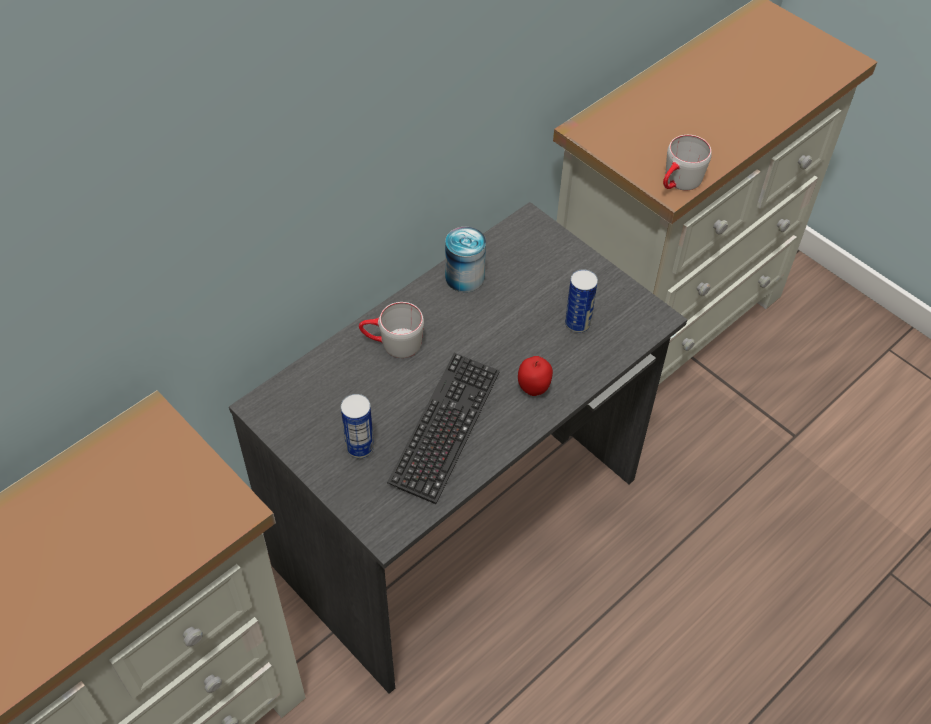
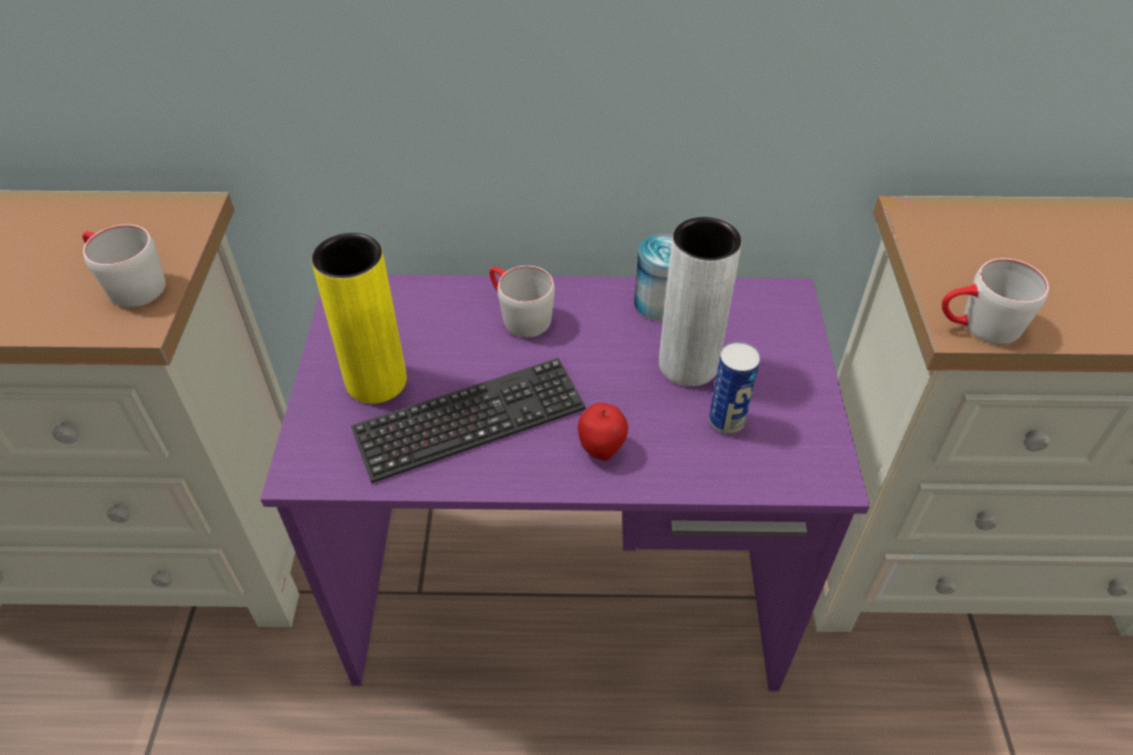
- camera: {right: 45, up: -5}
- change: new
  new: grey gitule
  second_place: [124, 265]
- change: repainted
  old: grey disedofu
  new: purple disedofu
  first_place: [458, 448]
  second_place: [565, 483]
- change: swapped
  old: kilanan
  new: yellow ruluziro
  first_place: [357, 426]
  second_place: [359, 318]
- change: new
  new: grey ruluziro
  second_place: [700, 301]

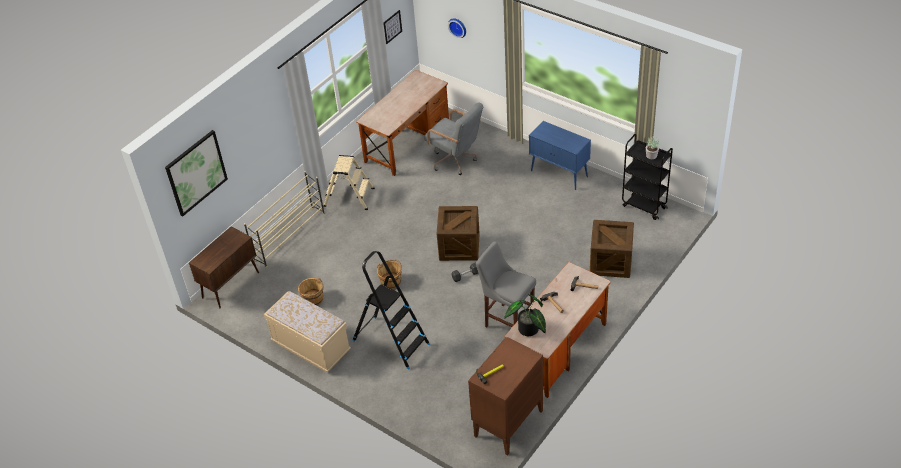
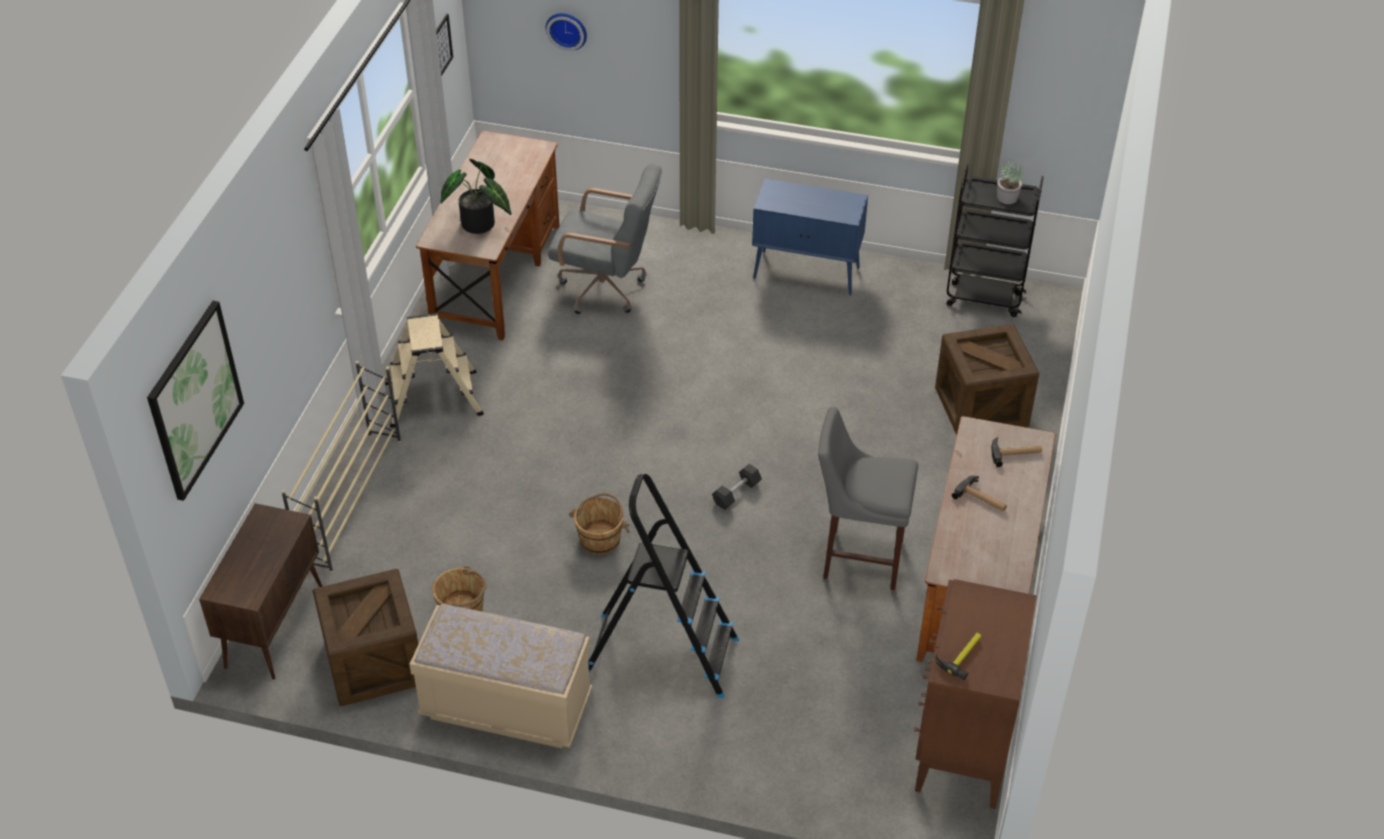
- camera: {right: -25, up: 0}
- change: shifted
  old: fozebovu
  first_place: [458, 233]
  second_place: [365, 637]
- change: shifted
  old: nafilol
  first_place: [525, 315]
  second_place: [476, 196]

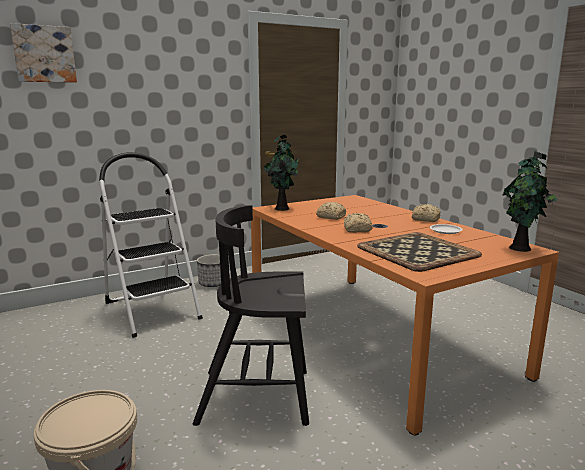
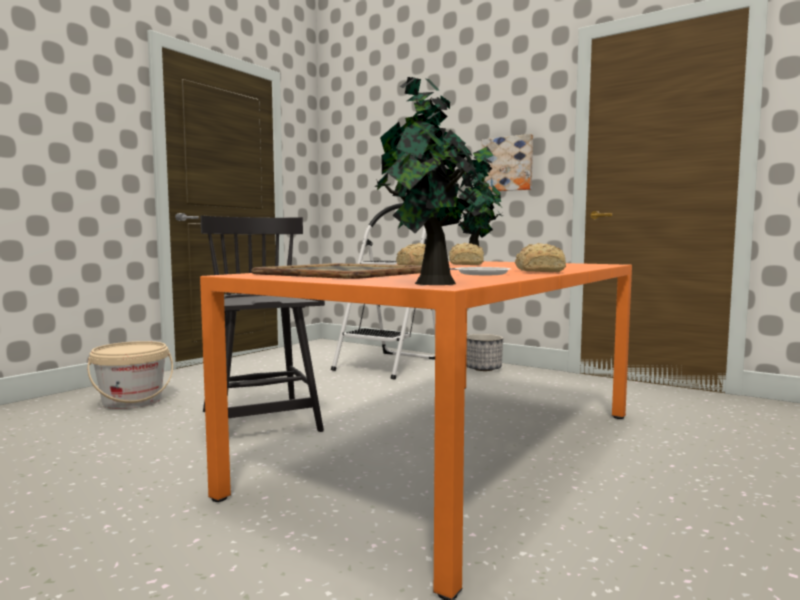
- camera: {right: 65, up: -10}
- change: shifted
  old: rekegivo
  first_place: [43, 53]
  second_place: [507, 163]

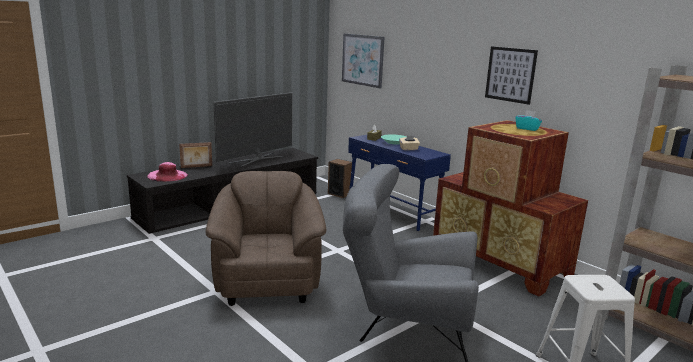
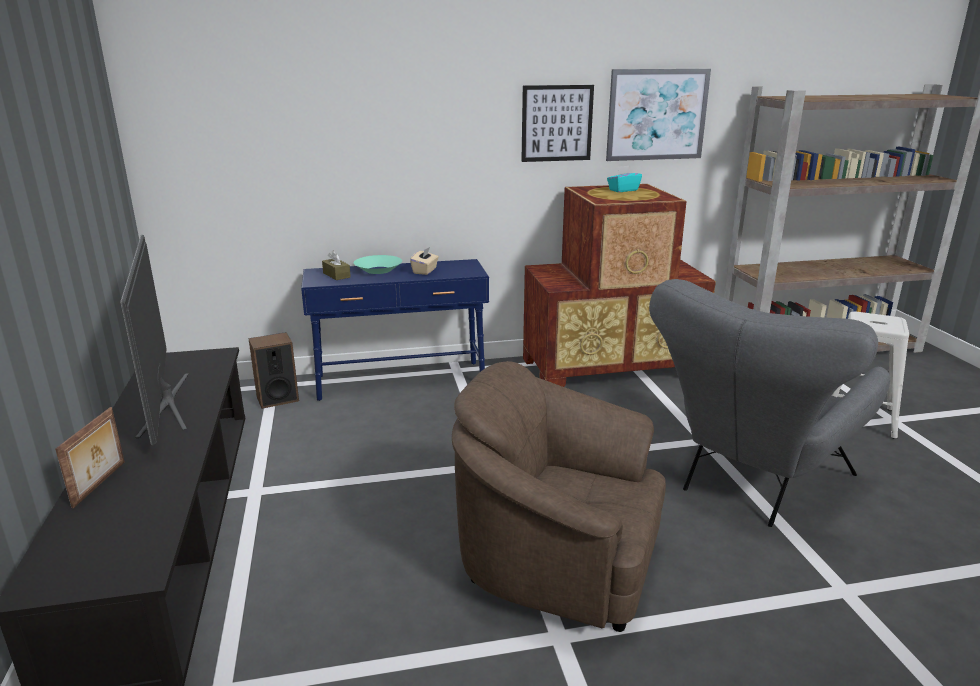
- camera: {right: -60, up: 5}
- change: shifted
  old: rekegivo
  first_place: [363, 60]
  second_place: [658, 115]
- change: gone
  old: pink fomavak
  first_place: [167, 172]

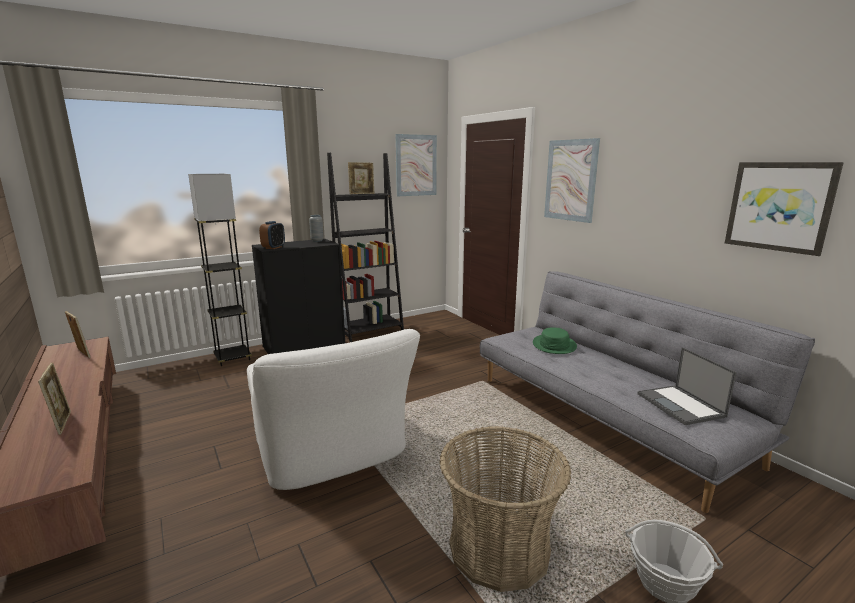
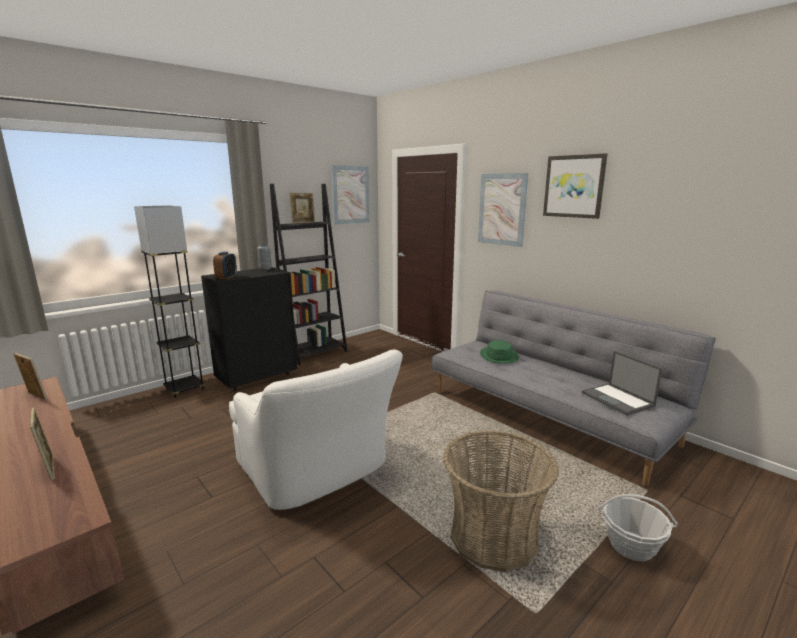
- camera: {right: -10, up: 0}
- change: shifted
  old: rekegivo
  first_place: [784, 209]
  second_place: [575, 186]

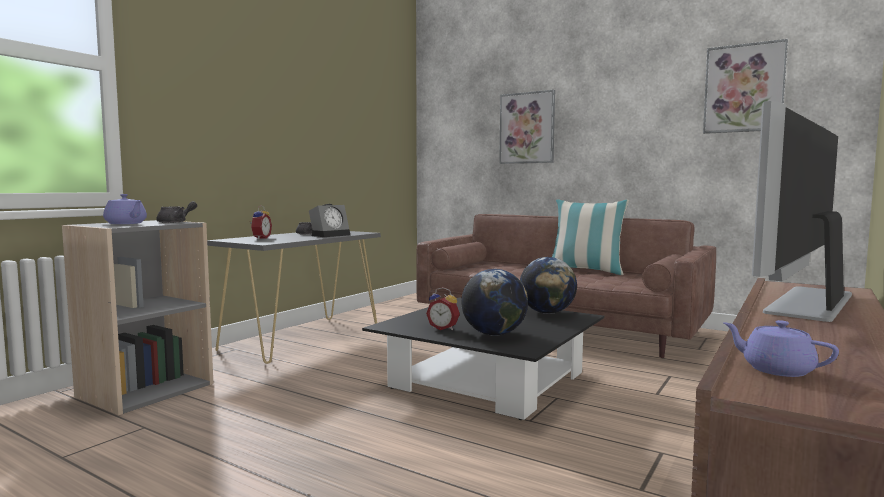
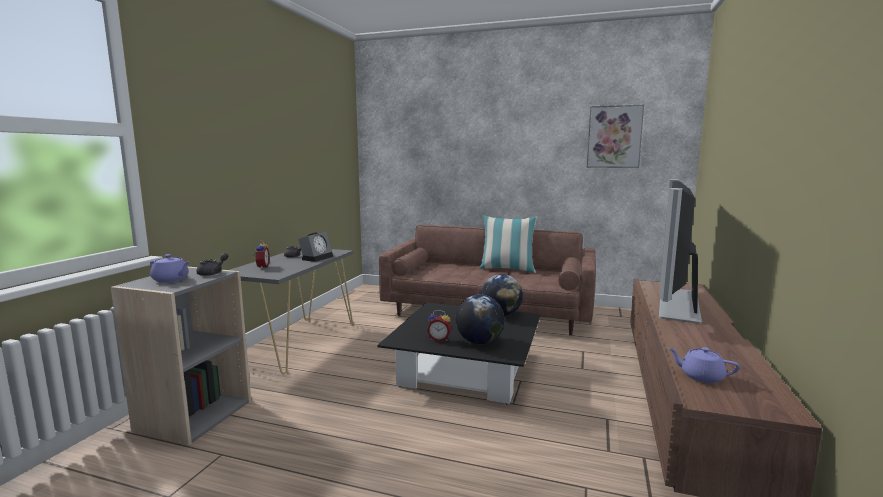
- camera: {right: -15, up: 5}
- change: gone
  old: rekegivo
  first_place: [527, 127]

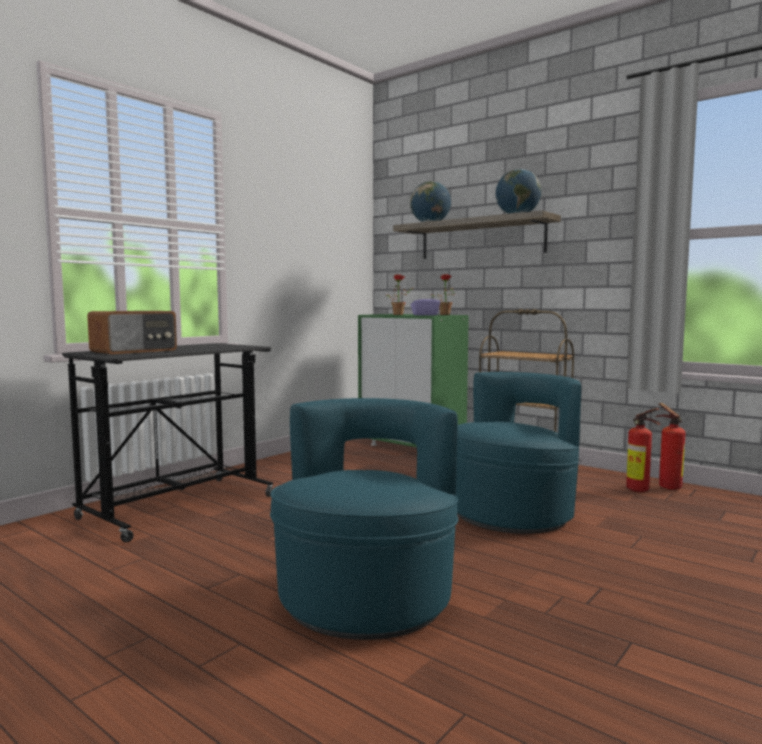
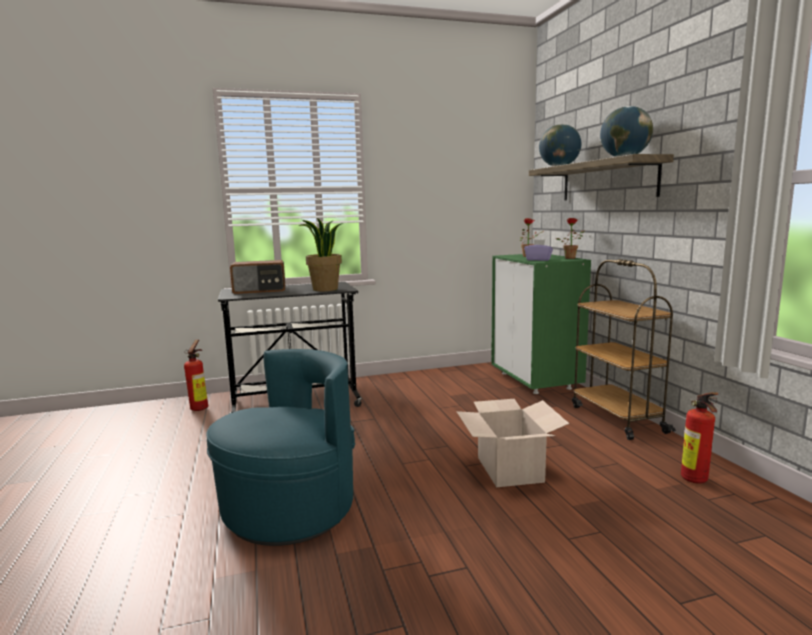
- camera: {right: 35, up: 5}
- change: shifted
  old: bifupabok
  first_place: [670, 446]
  second_place: [196, 375]
- change: new
  new: nafilol
  second_place: [321, 254]
- change: swapped
  old: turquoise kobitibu
  new: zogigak
  first_place: [518, 453]
  second_place: [512, 443]

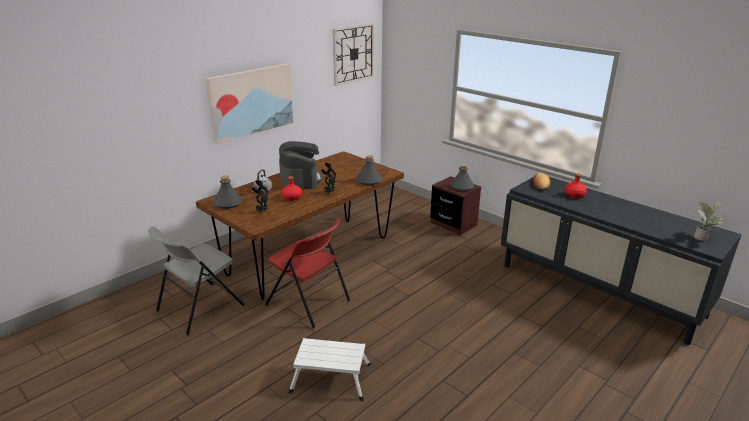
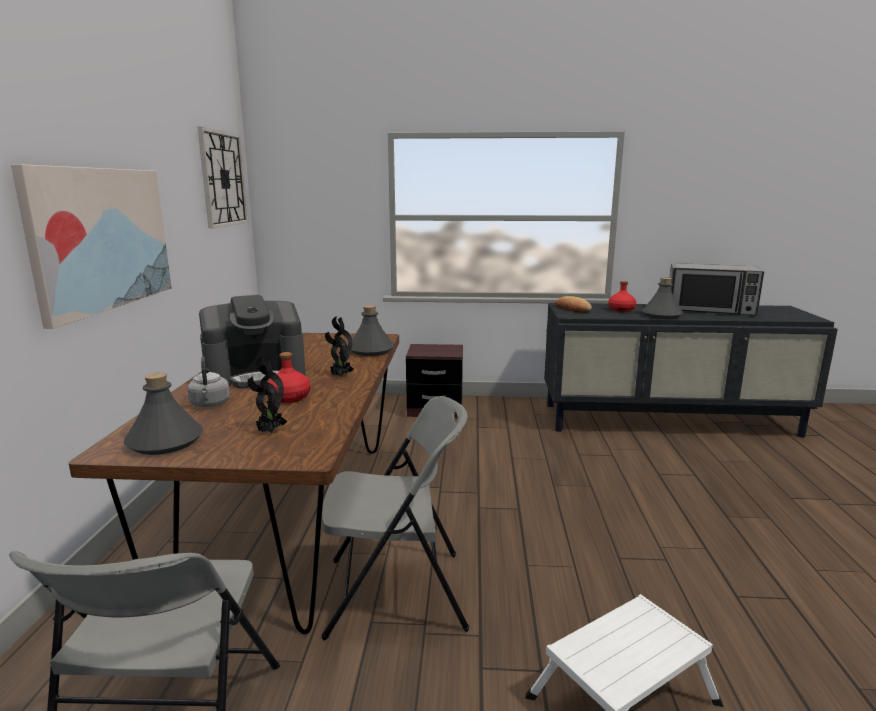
- camera: {right: -40, up: -10}
- change: rotated
  old: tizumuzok
  first_place: [300, 165]
  second_place: [252, 341]
  degrees: 120
- change: repainted
  old: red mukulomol
  new: grey mukulomol
  first_place: [307, 273]
  second_place: [395, 518]
- change: shifted
  old: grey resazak
  first_place: [462, 177]
  second_place: [662, 298]
- change: new
  new: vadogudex
  second_place: [717, 289]
- change: gone
  old: nafilol
  first_place: [708, 221]

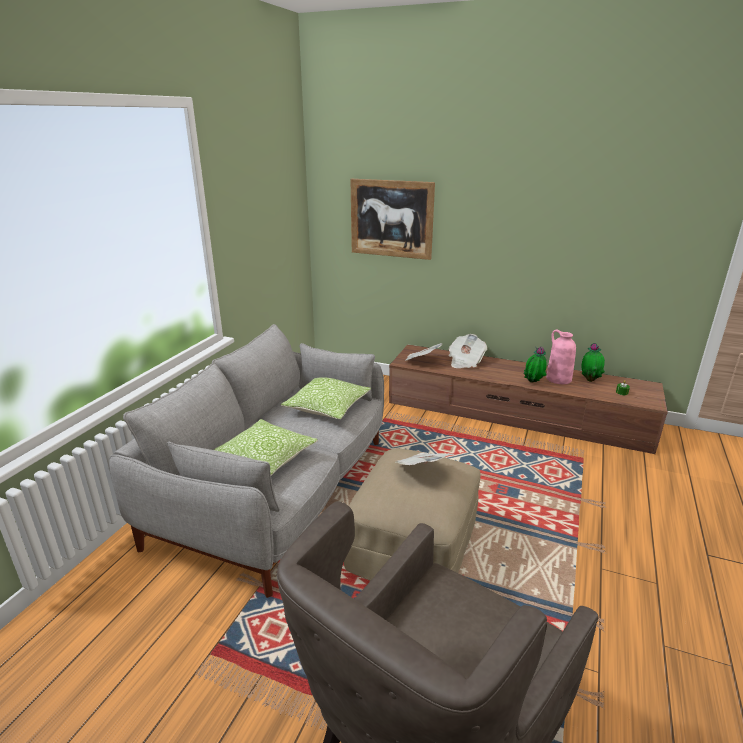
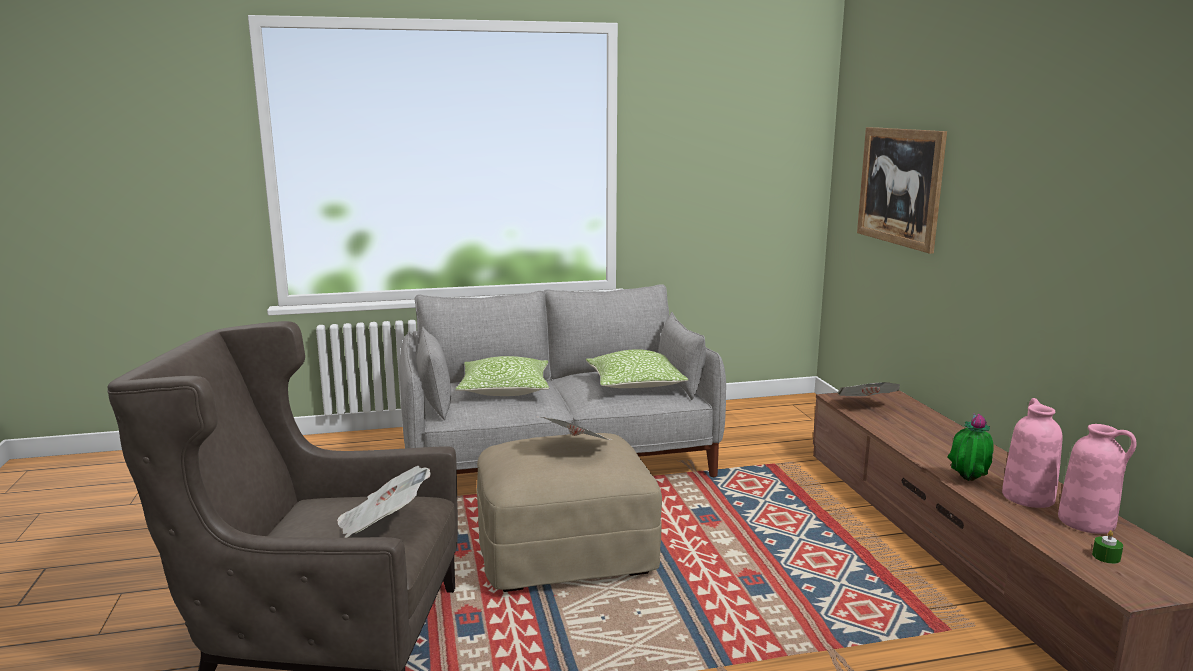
- camera: {right: 55, up: -10}
- change: shifted
  old: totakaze
  first_place: [467, 351]
  second_place: [384, 502]
- change: swapped
  old: nafilol
  new: pink ruluziro
  first_place: [593, 362]
  second_place: [1097, 479]

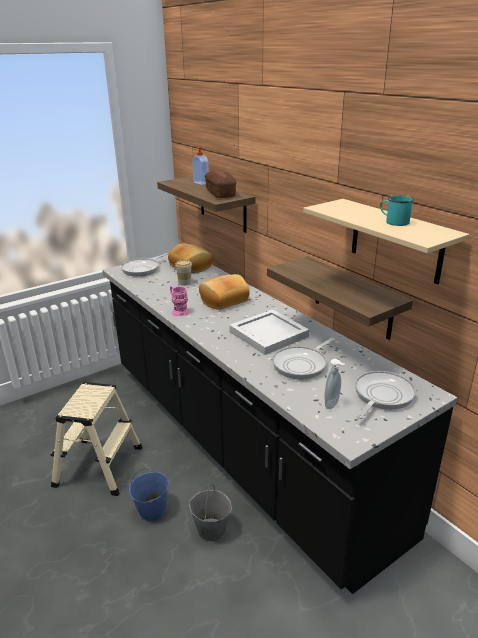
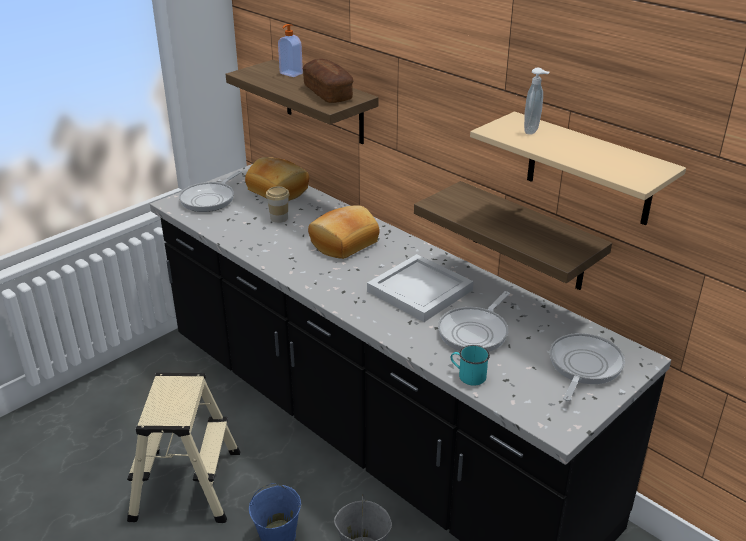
- camera: {right: -10, up: 5}
- change: shifted
  old: turquoise gitule
  first_place: [397, 210]
  second_place: [470, 365]
- change: shifted
  old: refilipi
  first_place: [335, 384]
  second_place: [537, 101]
- change: gone
  old: pink gitule
  first_place: [179, 301]

